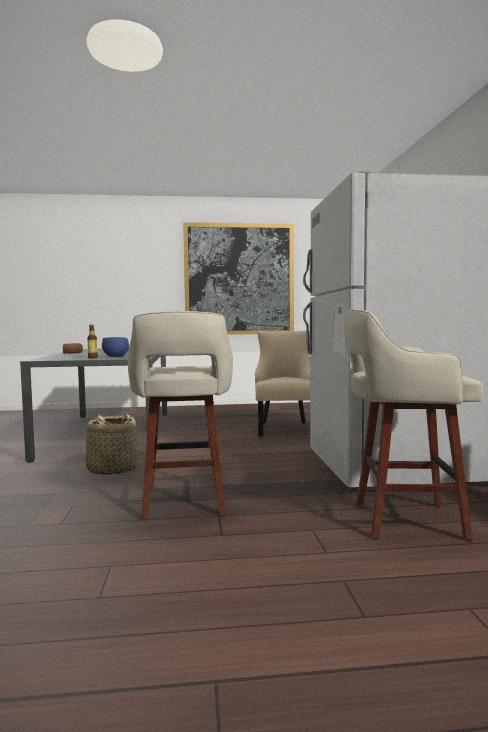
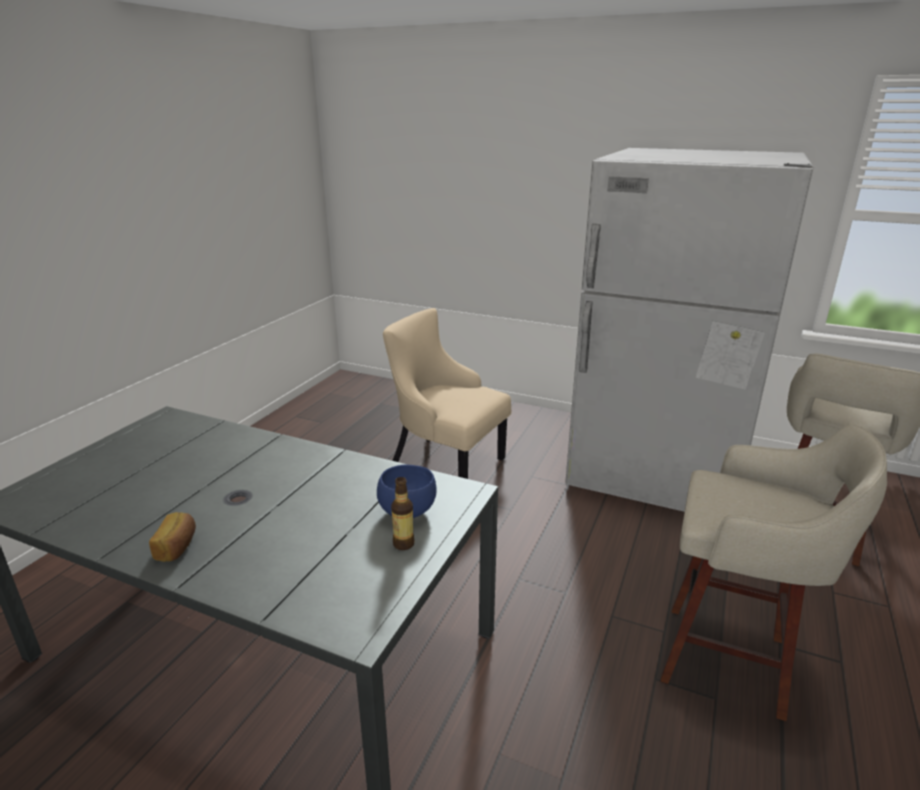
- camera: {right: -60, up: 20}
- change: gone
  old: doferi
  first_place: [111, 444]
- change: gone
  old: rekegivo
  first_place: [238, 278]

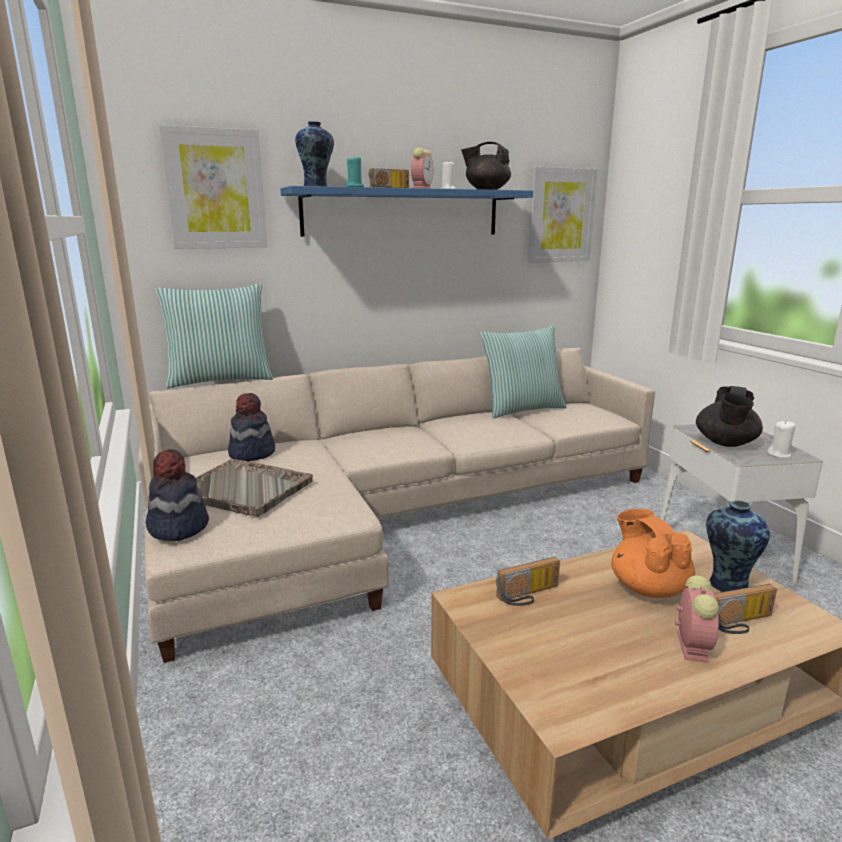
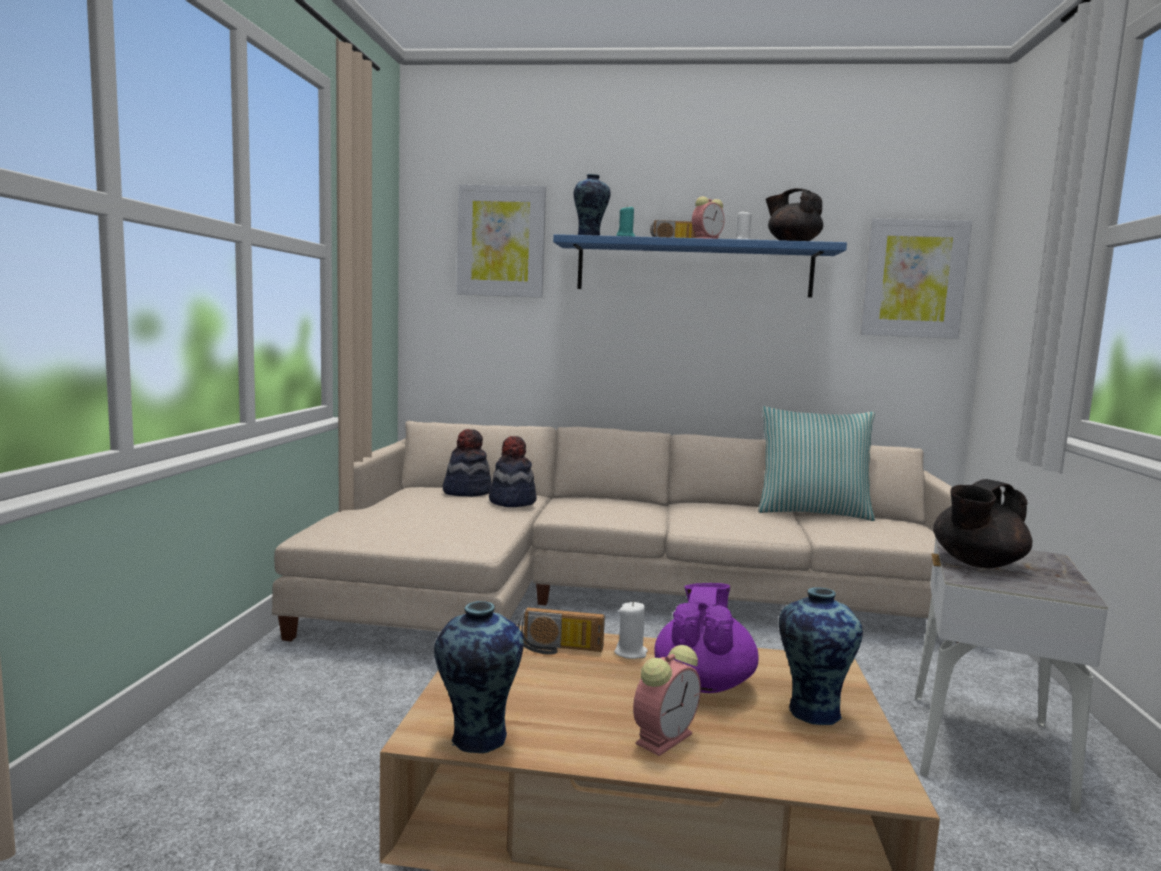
- camera: {right: 30, up: -10}
- change: new
  new: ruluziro
  second_place: [479, 677]
- change: shifted
  old: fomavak
  first_place: [177, 495]
  second_place: [513, 471]
- change: shifted
  old: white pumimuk
  first_place: [781, 439]
  second_place: [631, 630]
- change: repainted
  old: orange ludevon
  new: purple ludevon
  first_place: [653, 553]
  second_place: [706, 638]
- change: gone
  old: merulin
  first_place: [214, 335]
- change: gone
  old: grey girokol
  first_place: [254, 488]
- change: gone
  old: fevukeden
  first_place: [745, 609]

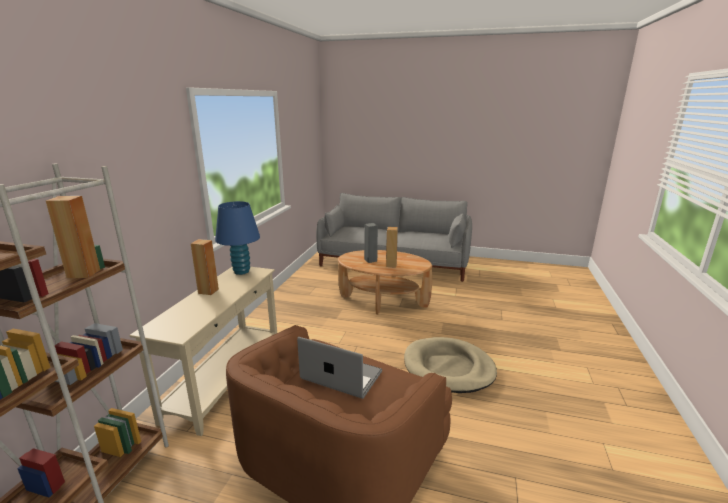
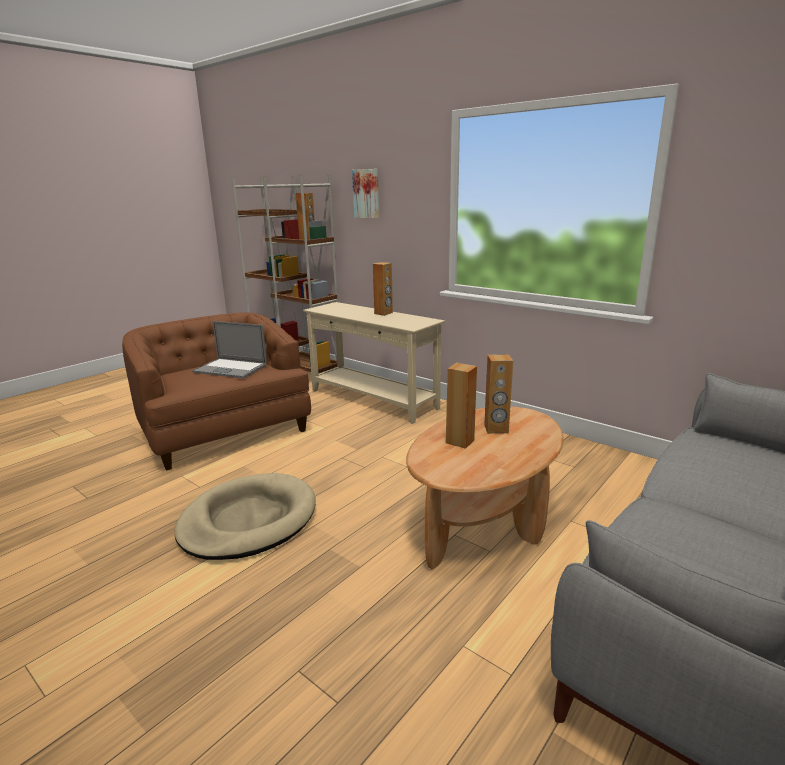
- camera: {right: 115, up: 0}
- change: rotated
  old: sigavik
  first_place: [339, 367]
  second_place: [229, 349]
  degrees: 60
- change: new
  new: rekegivo
  second_place: [365, 194]
- change: repainted
  old: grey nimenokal
  new: brown nimenokal
  first_place: [371, 243]
  second_place: [498, 394]
- change: gone
  old: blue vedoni
  first_place: [237, 238]

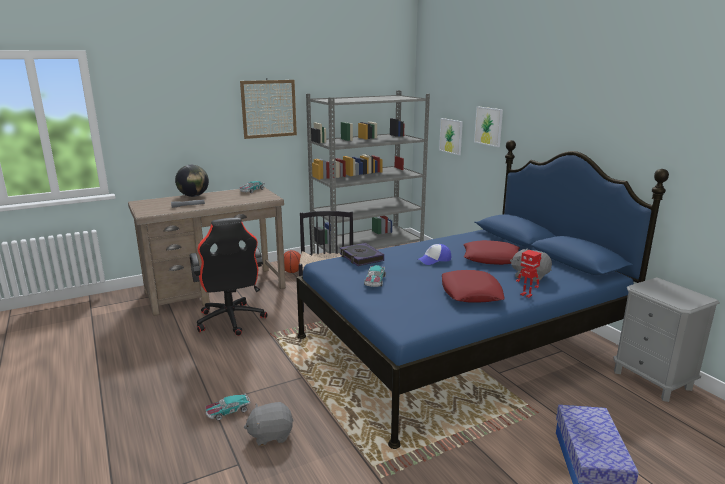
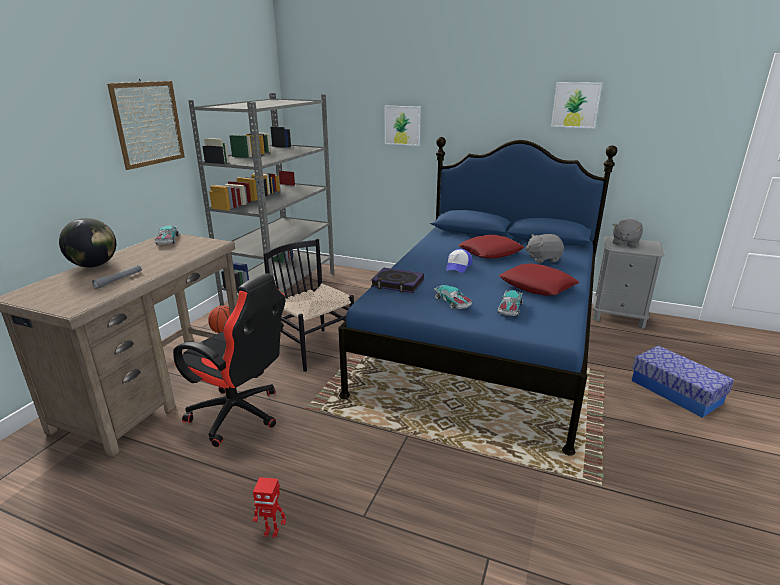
- camera: {right: -40, up: 5}
- change: shifted
  old: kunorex
  first_place: [528, 274]
  second_place: [269, 507]
- change: shifted
  old: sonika
  first_place: [228, 406]
  second_place: [510, 303]
- change: shifted
  old: rekegivo
  first_place: [451, 136]
  second_place: [576, 105]
- change: shifted
  old: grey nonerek
  first_place: [269, 424]
  second_place: [628, 233]

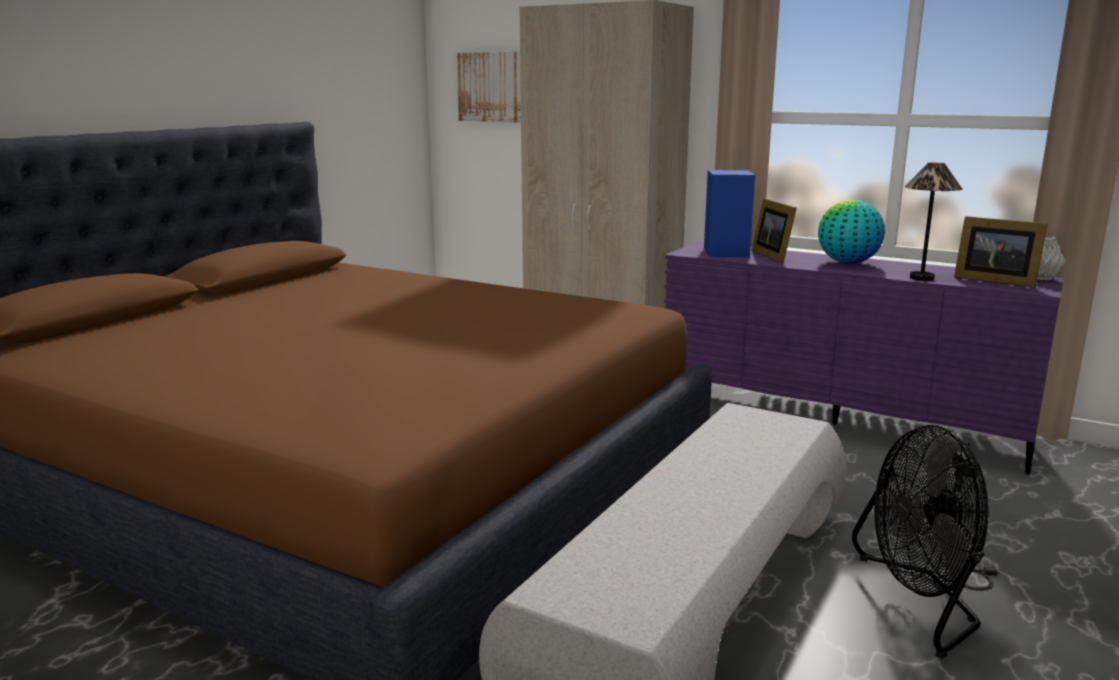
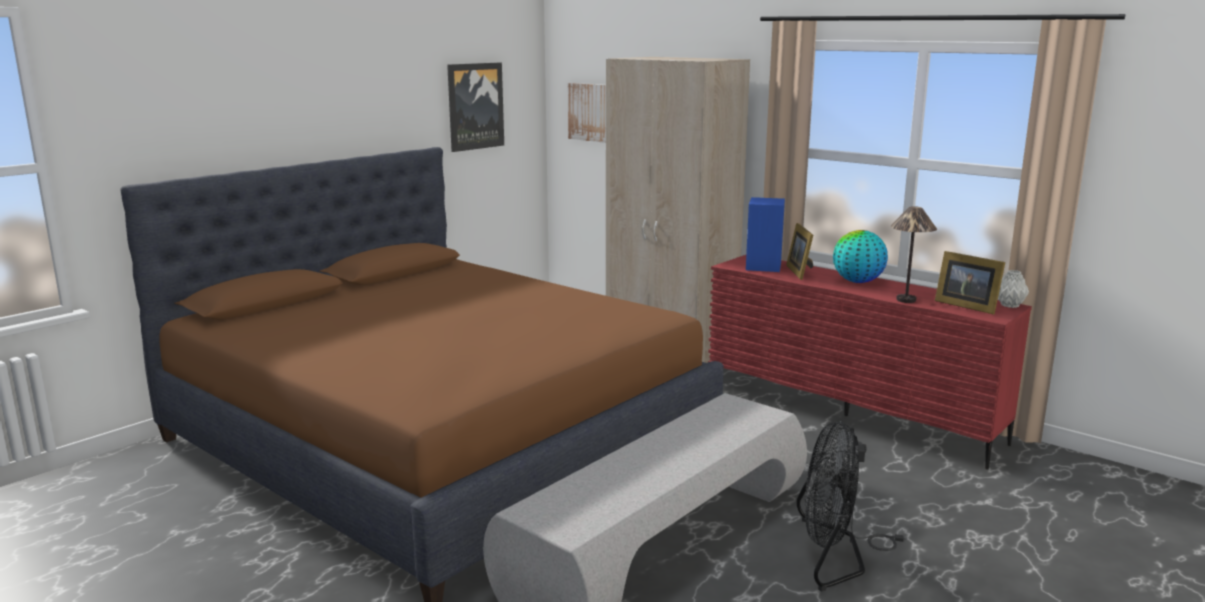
- camera: {right: 10, up: 0}
- change: new
  new: rekegivo
  second_place: [475, 107]
- change: repainted
  old: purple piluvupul
  new: red piluvupul
  first_place: [864, 358]
  second_place: [870, 362]

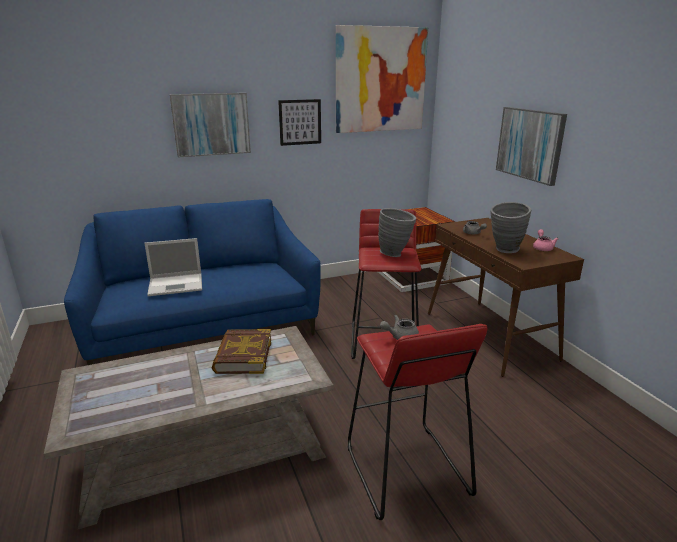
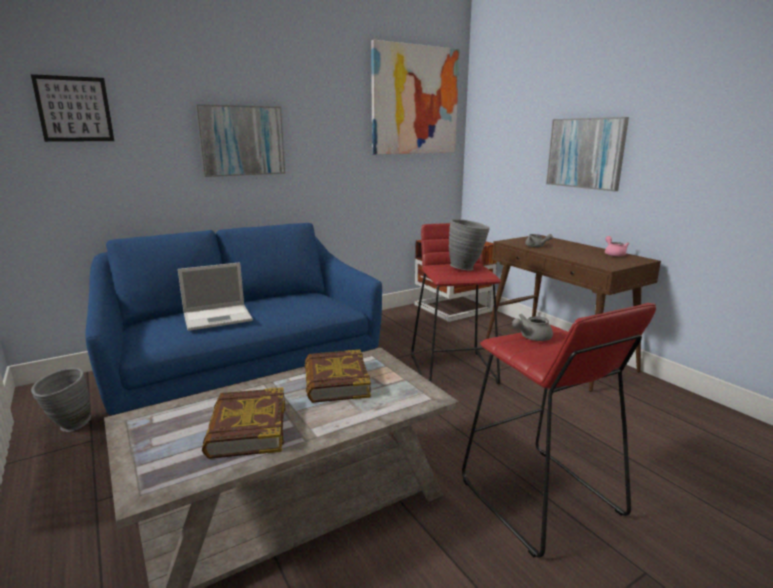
- camera: {right: -10, up: -5}
- change: shifted
  old: rekegivo
  first_place: [299, 122]
  second_place: [72, 108]
- change: shifted
  old: grey ruluziro
  first_place: [510, 227]
  second_place: [61, 399]
- change: new
  new: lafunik
  second_place: [243, 423]

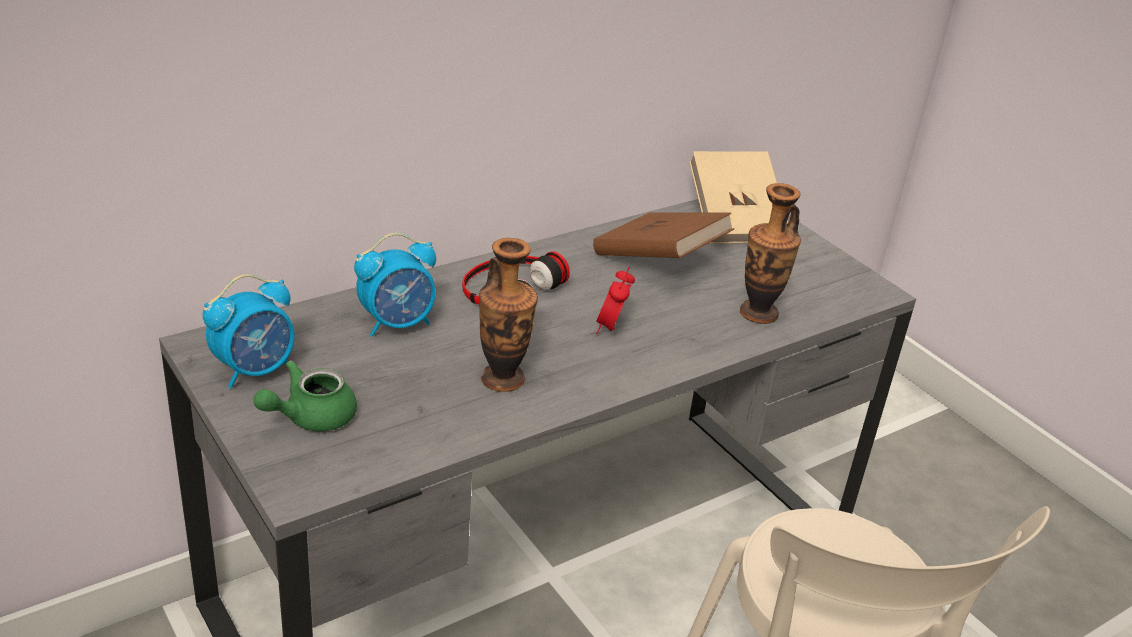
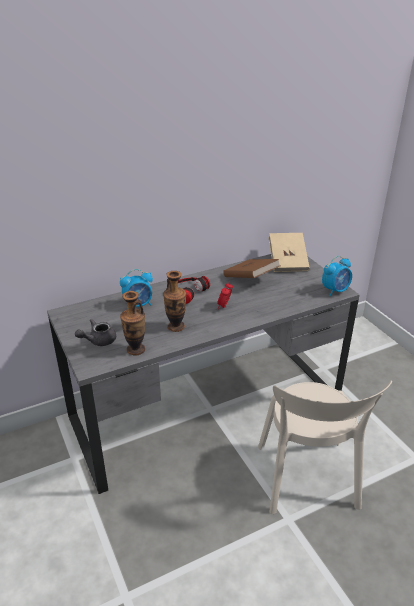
- camera: {right: 10, up: 0}
- change: repainted
  old: green ludevon
  new: grey ludevon
  first_place: [305, 395]
  second_place: [95, 332]
- change: shifted
  old: ruluziro
  first_place: [770, 253]
  second_place: [132, 323]
- change: shifted
  old: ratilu
  first_place: [249, 331]
  second_place: [337, 276]

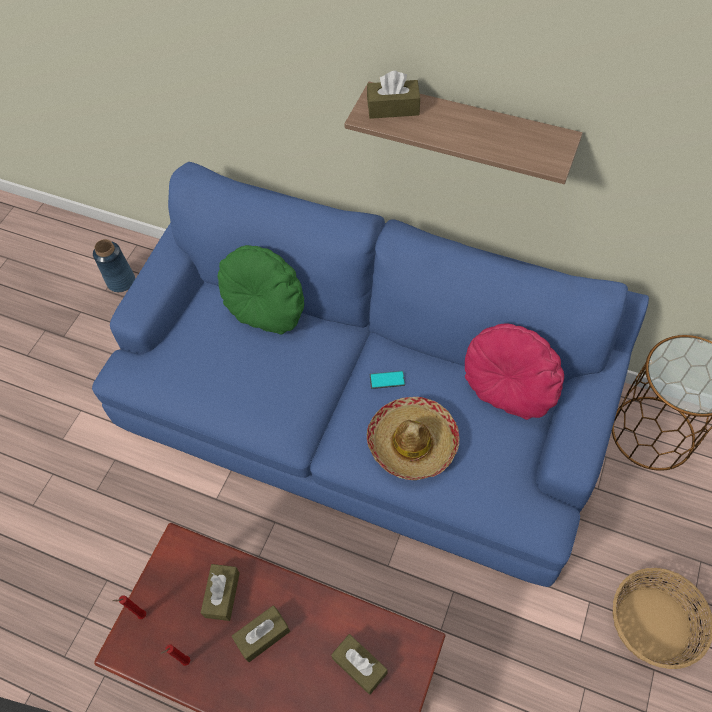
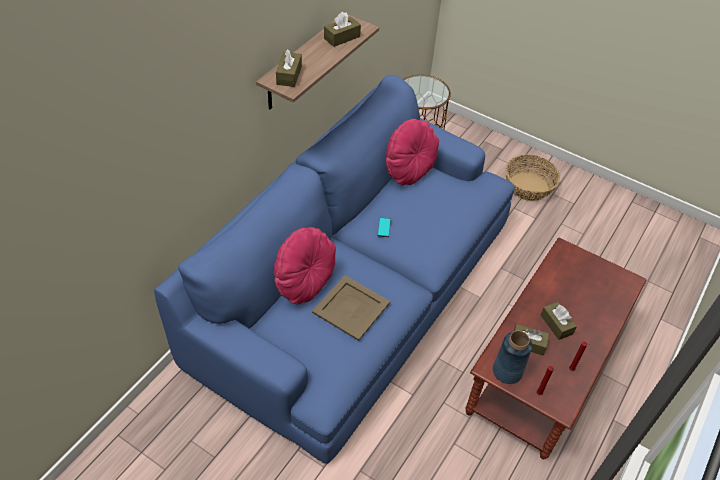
- camera: {right: -85, up: -10}
- change: repainted
  old: green merulin
  new: pink merulin
  first_place: [261, 290]
  second_place: [305, 266]
- change: new
  new: beige girokol
  second_place: [351, 308]
- change: shifted
  old: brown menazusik
  first_place: [359, 664]
  second_place: [342, 29]
- change: shifted
  old: blue ruluziro
  first_place: [114, 265]
  second_place: [512, 357]
- change: gone
  old: fomavak
  first_place: [413, 438]

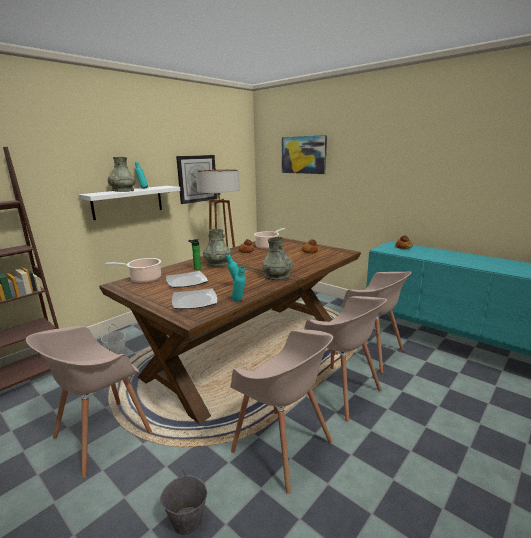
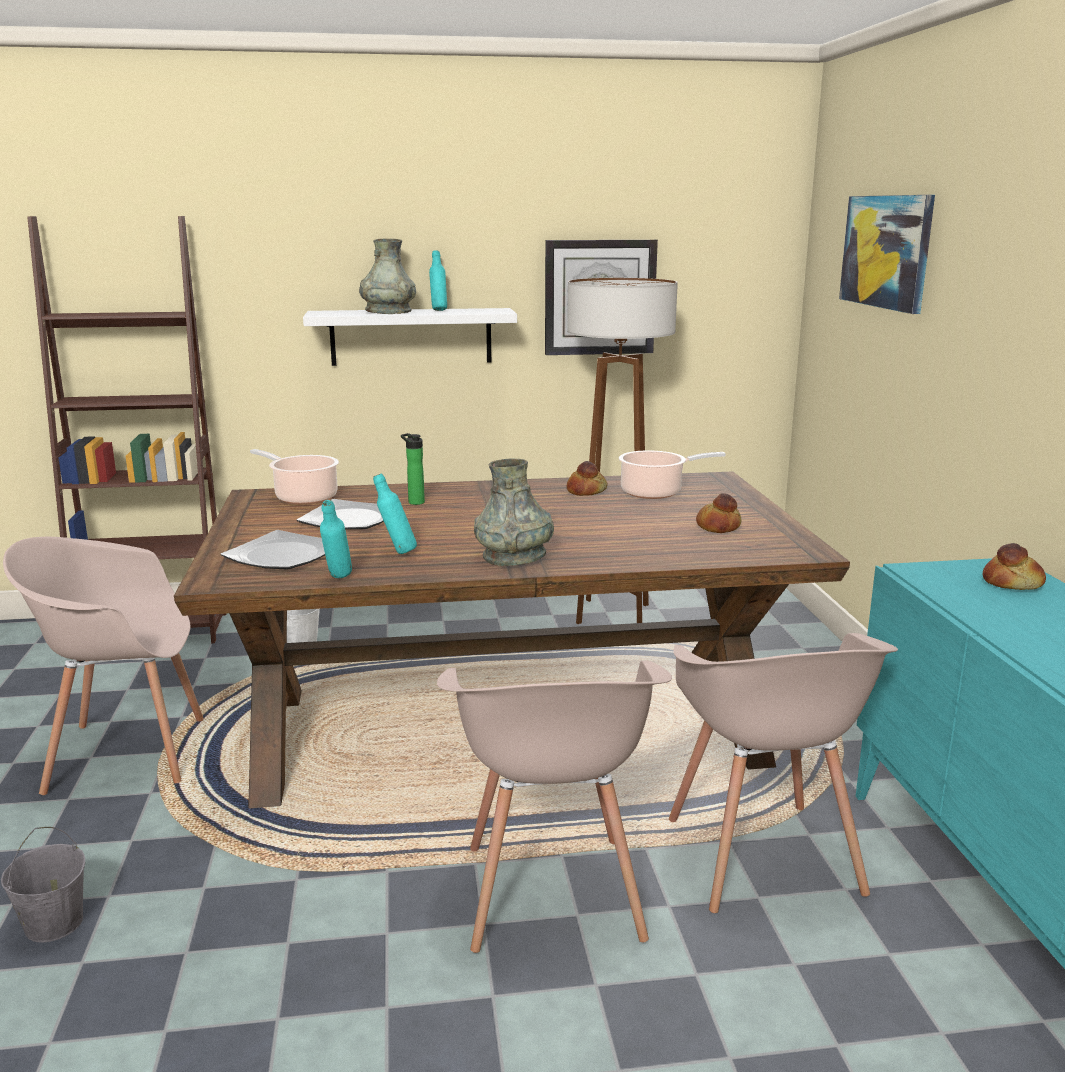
- camera: {right: 40, up: 0}
- change: gone
  old: grey ruluziro
  first_place: [217, 248]
- change: gone
  old: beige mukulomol
  first_place: [281, 411]

